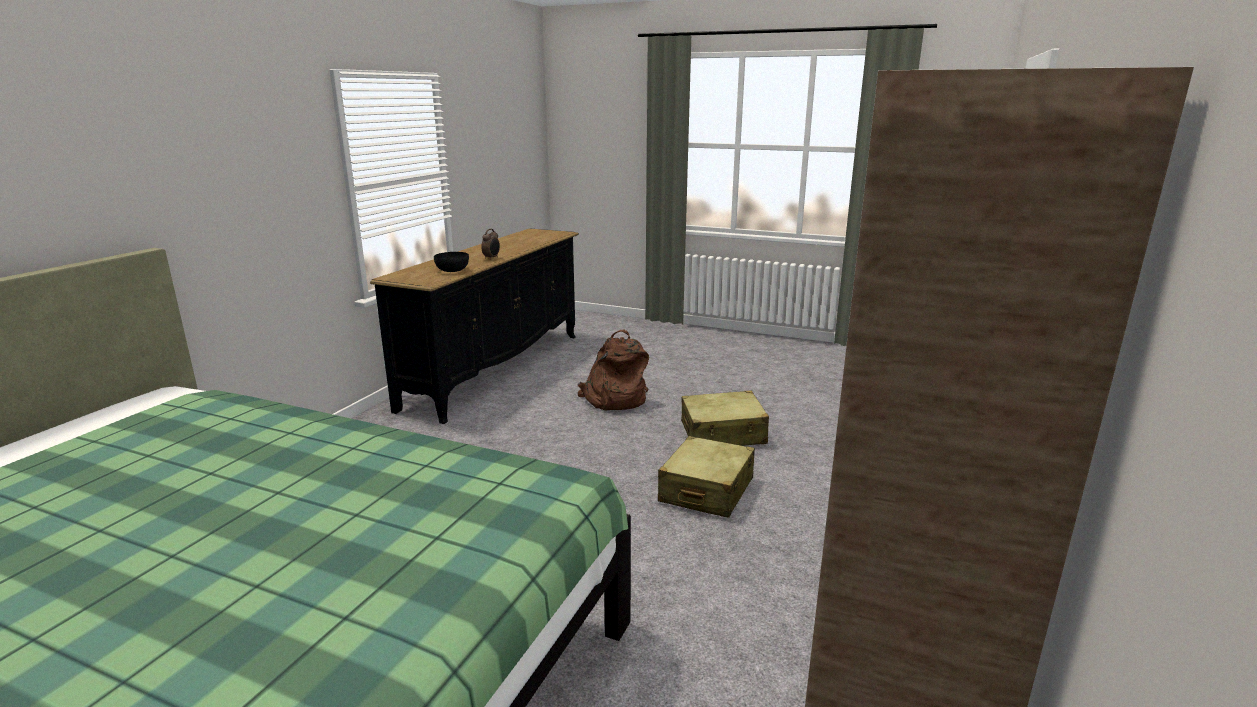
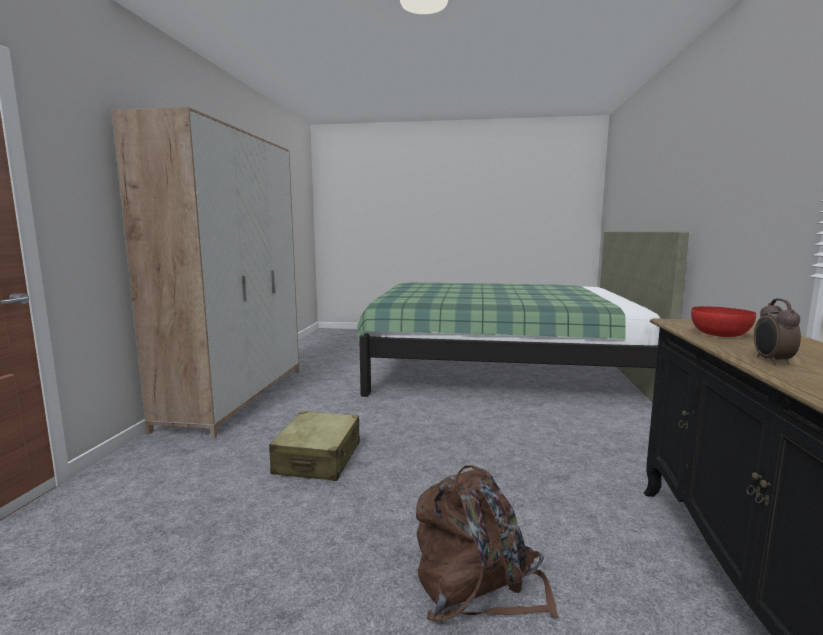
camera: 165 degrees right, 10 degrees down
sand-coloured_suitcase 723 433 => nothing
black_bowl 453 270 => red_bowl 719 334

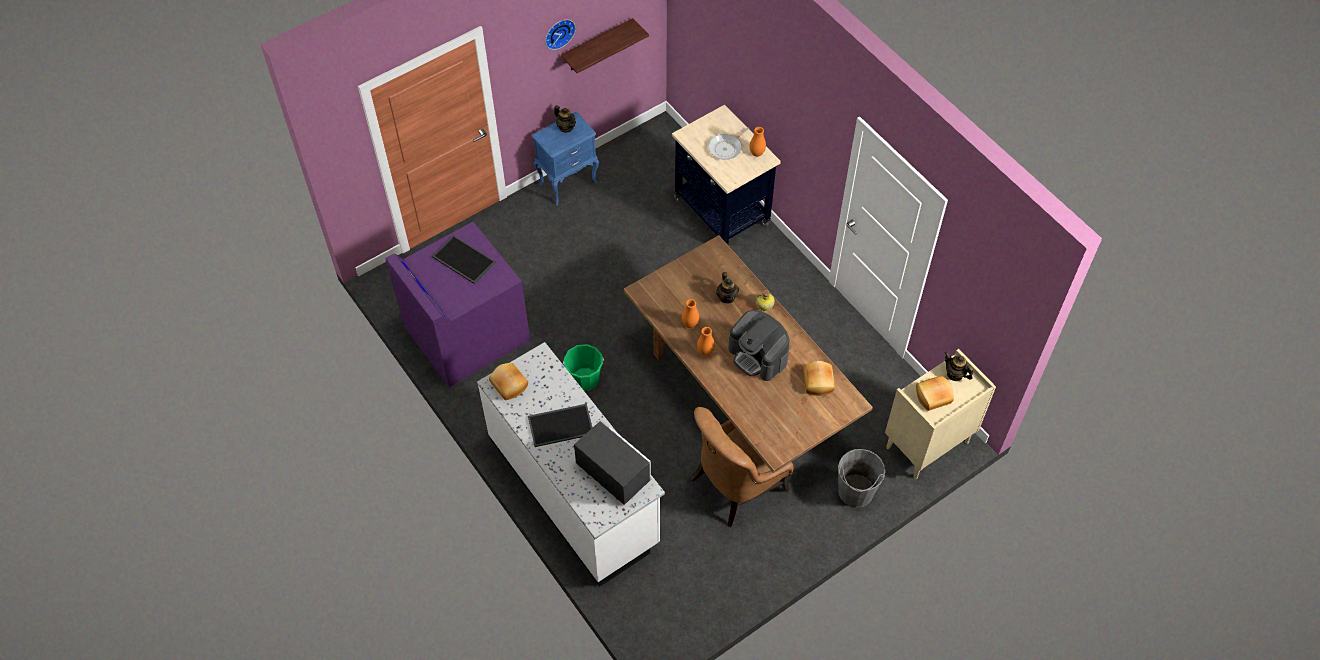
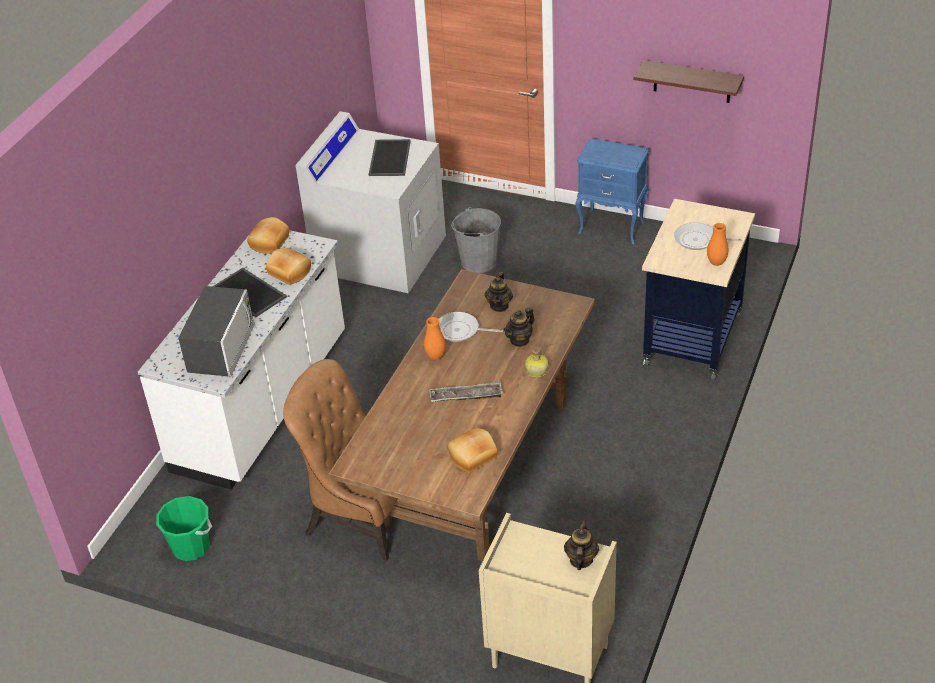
camera: 60 degrees right, 15 degrees down
clock_on_the_wall 558 32 => nothing
pot_for_tea 566 127 => pot_for_tea 499 305, moved
green_water_bucket 585 379 => green_water_bucket 191 547, moved
greyish_water_bucket 855 491 => greyish_water_bucket 478 261, moved
bread 933 397 => bread 289 273, moved
orange_flower_vase 690 324 => pan 460 331
coffee_machine 758 355 => carrying_tray 466 396
purple-coloured_washing_machine 467 332 => white_washing_machine 381 253

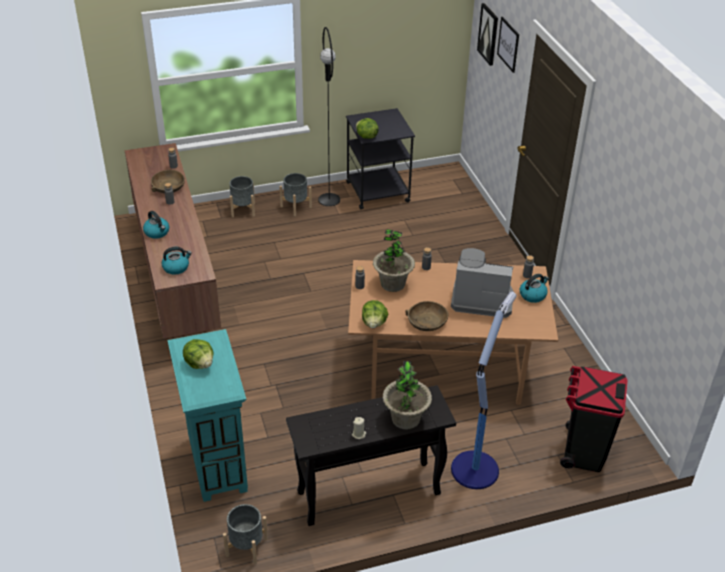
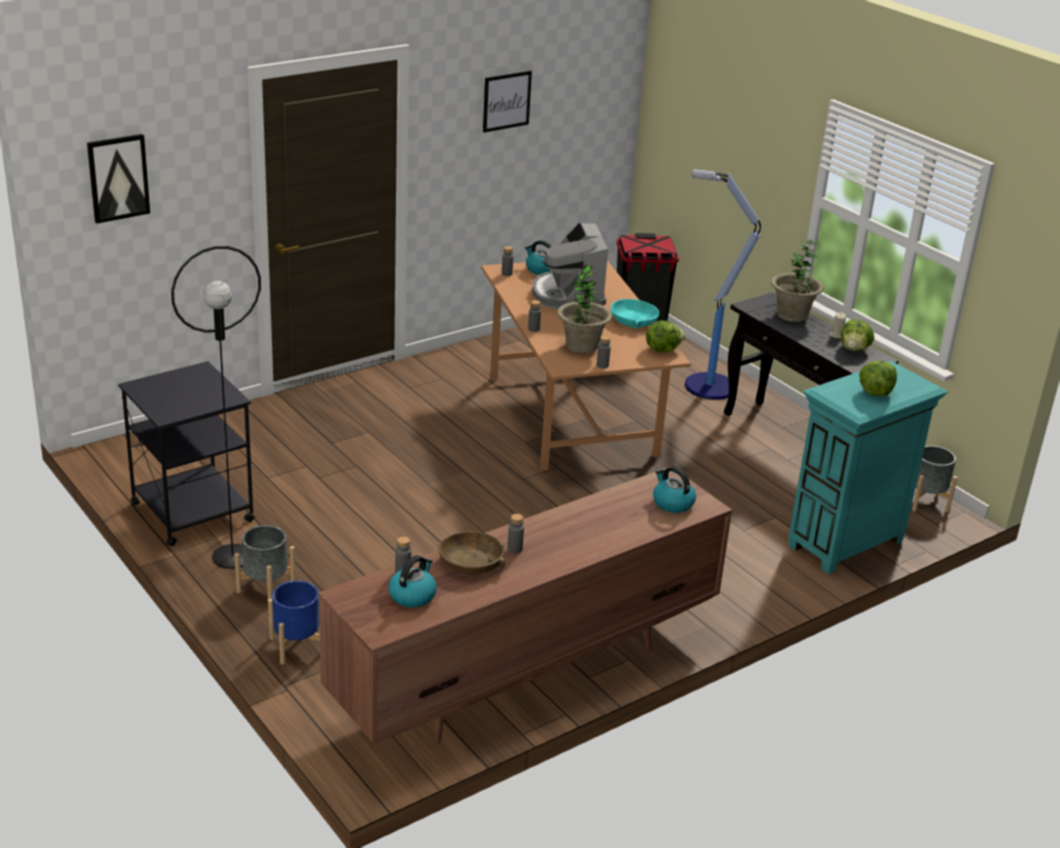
camera: 110 degrees left, 10 degrees down
kettle 157 232 => kettle 412 595, moved
lettuce 366 137 => lettuce 854 349, moved
wall_picture 508 44 => wall_picture 506 101, moved
greyish_flower_pot 243 210 => blue-coloured_flower_pot 297 646
brown-coloured_bowl 427 322 => turquoise-coloured_bowl 634 321

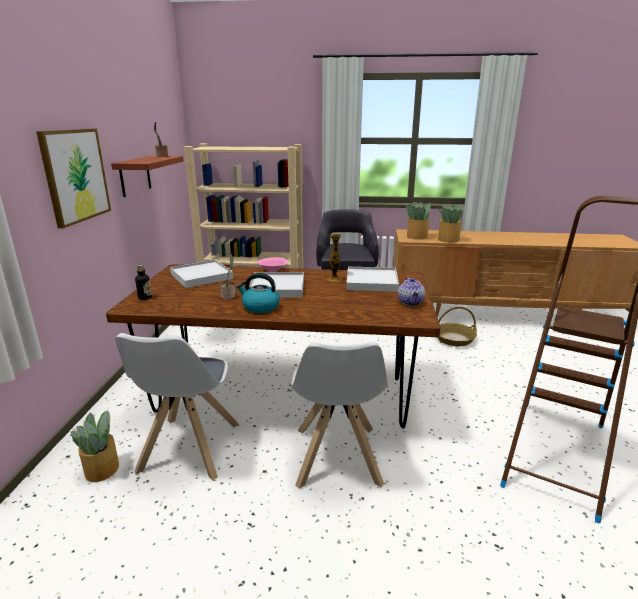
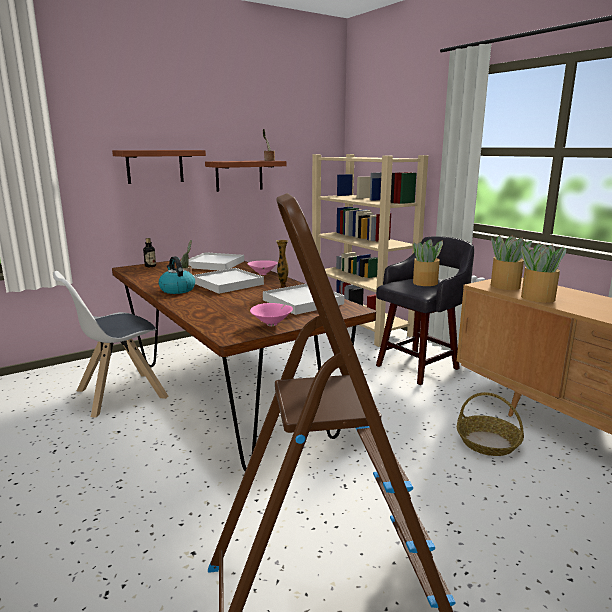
camera: 50 degrees right, 5 degrees down
plain_chair 337 458 => nothing
potted_plant 103 469 => potted_plant 426 283, moved
wall_picture 75 175 => bracket_shelf 155 166
pot_for_tea 411 302 => pink-coloured_bowl 272 324

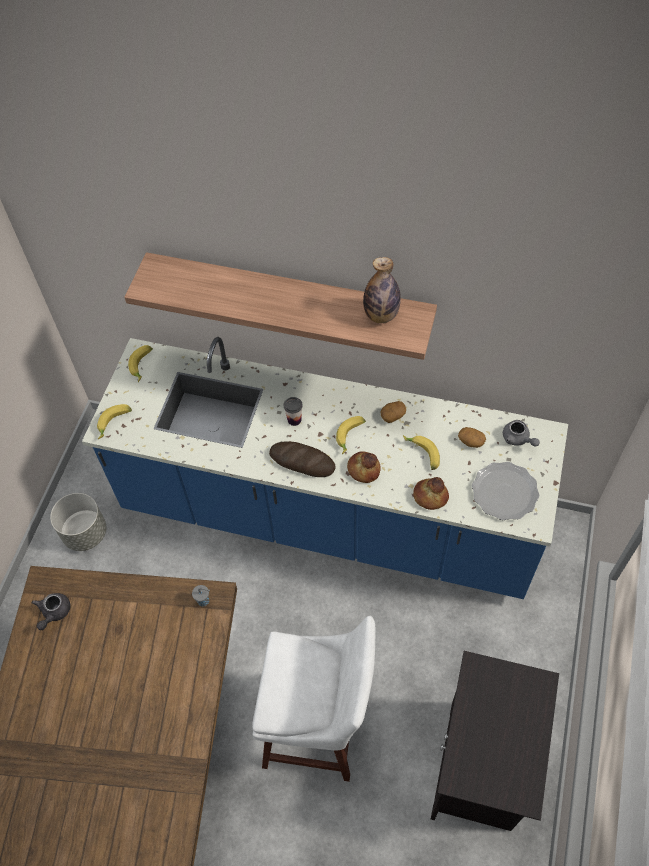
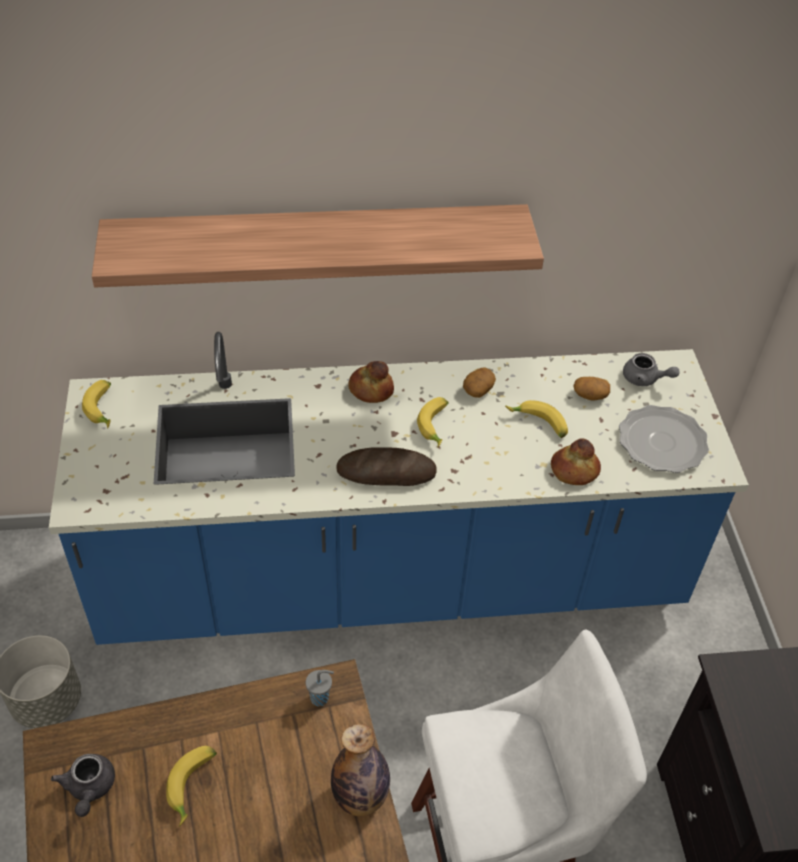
camera: 25 degrees left, 10 degrees down
small_cup 294 419 => nothing
banana_fruit 114 423 => banana_fruit 194 786, moved
bread 363 469 => bread 370 390, moved
drink_bottle 381 315 => drink_bottle 360 796, moved

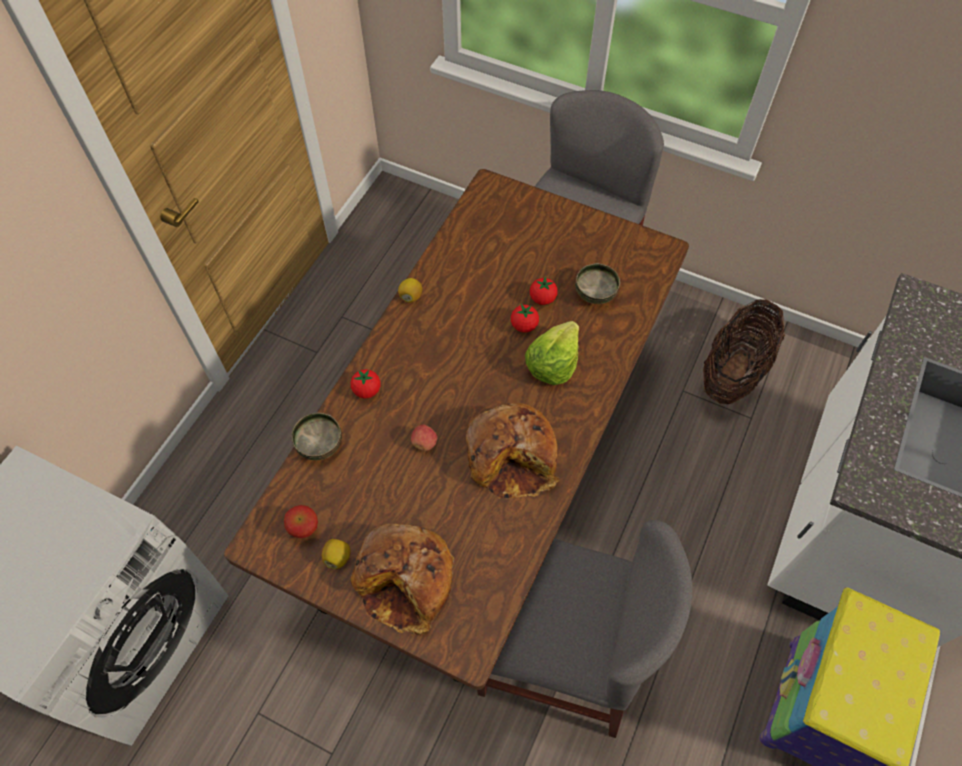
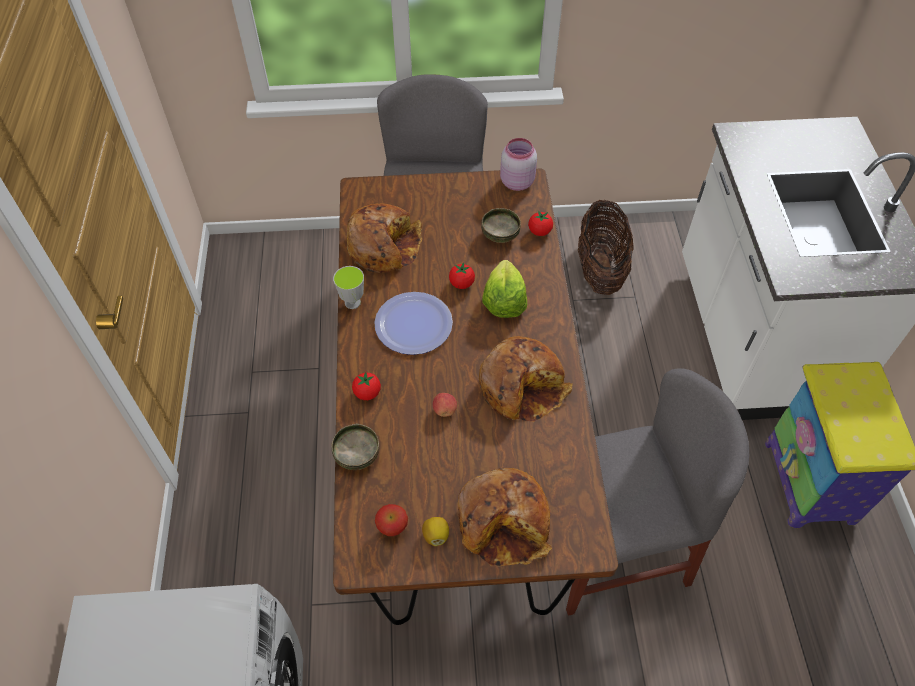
camera: 30 degrees left, 5 degrees down
nothing => bread 384 246
nothing => dinner_plate 413 324
nothing => pink-coloured_preserve_jar 516 181
tomato 542 298 => tomato 539 231, moved
citrus_fruit 411 296 => small_cup 352 302

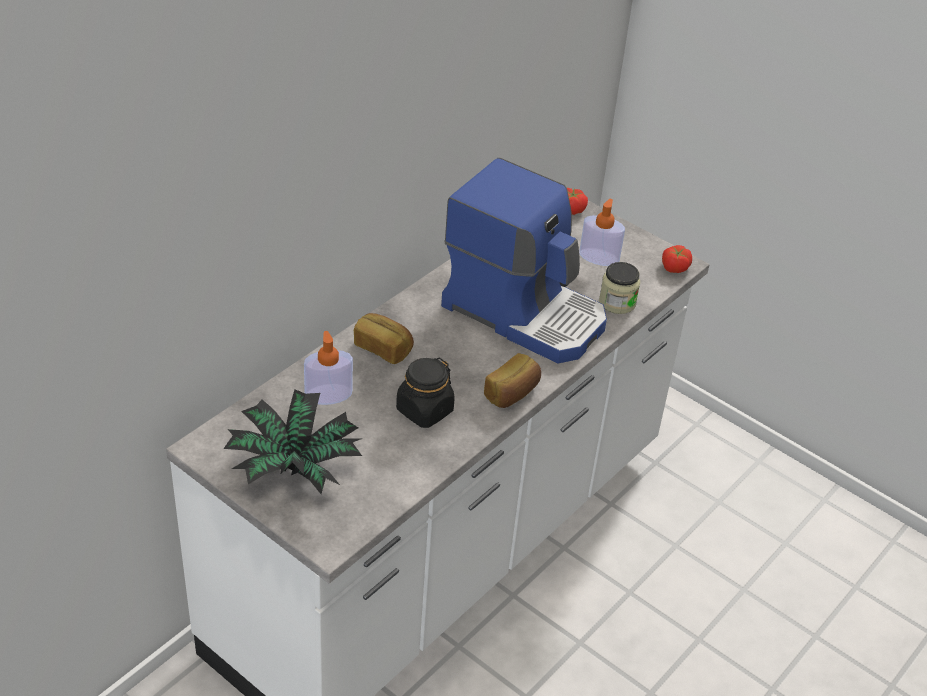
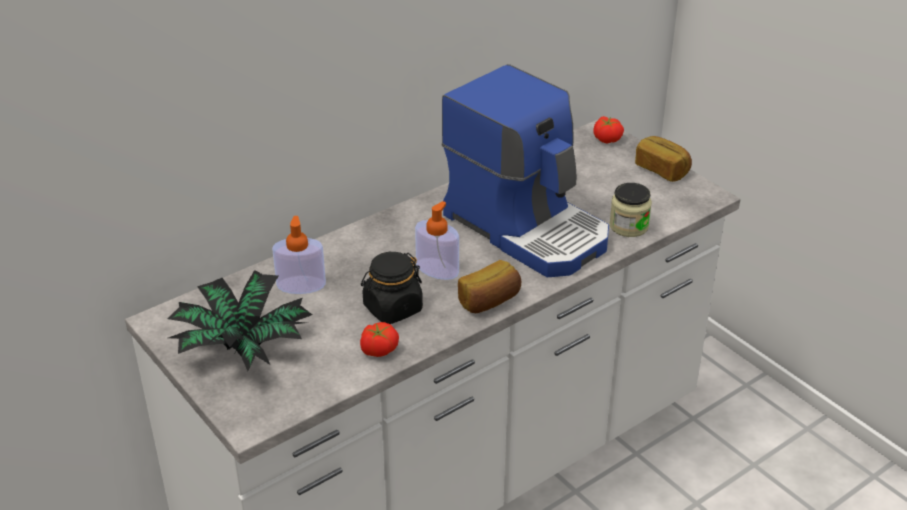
camera: 15 degrees right, 5 degrees down
bread 383 348 => bread 662 169, moved
soap_dispenser 599 257 => soap_dispenser 437 269, moved
tomato 674 267 => tomato 378 349, moved

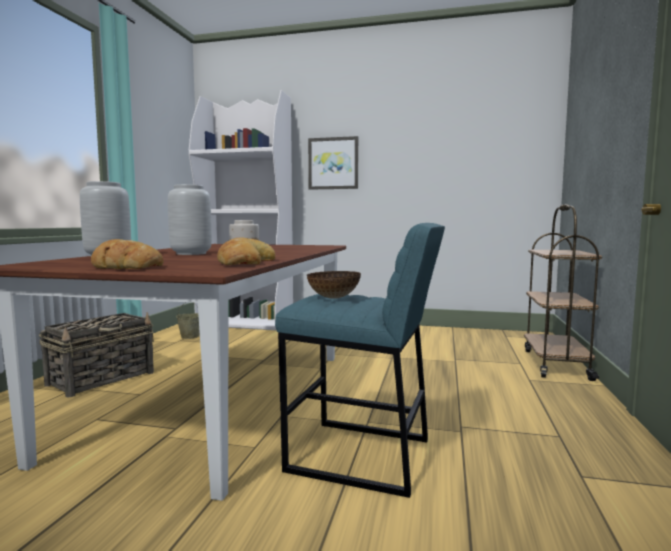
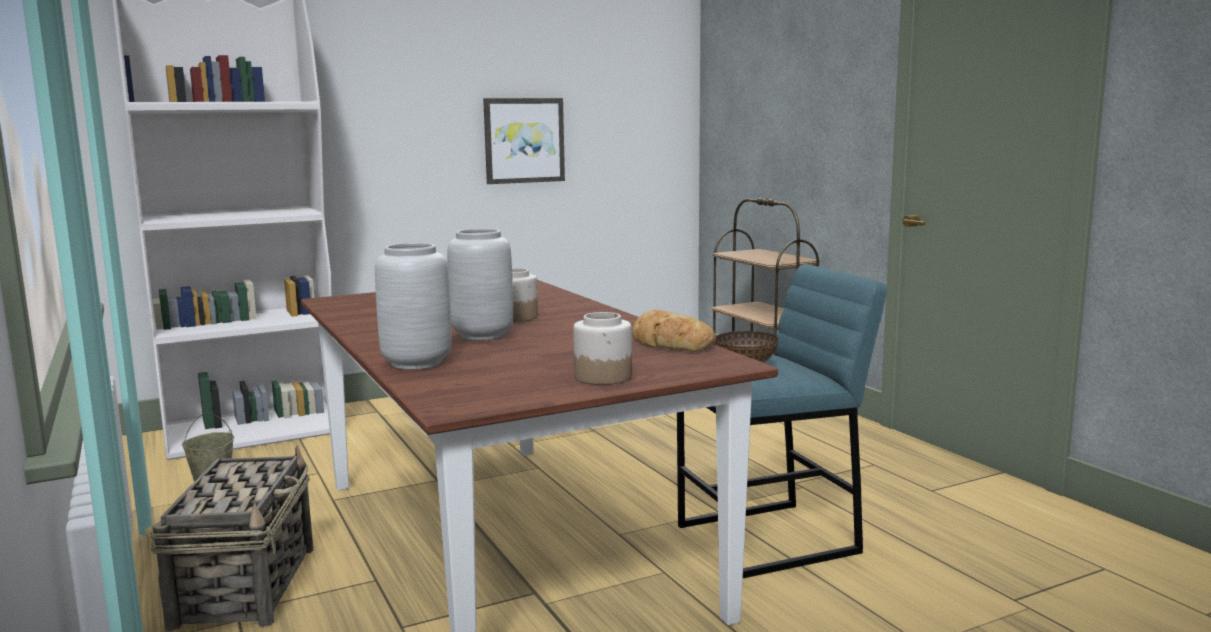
camera: 40 degrees left, 5 degrees up
wall_picture 333 163 => wall_picture 524 140, moved
bread 124 266 => preserve_jar 603 377

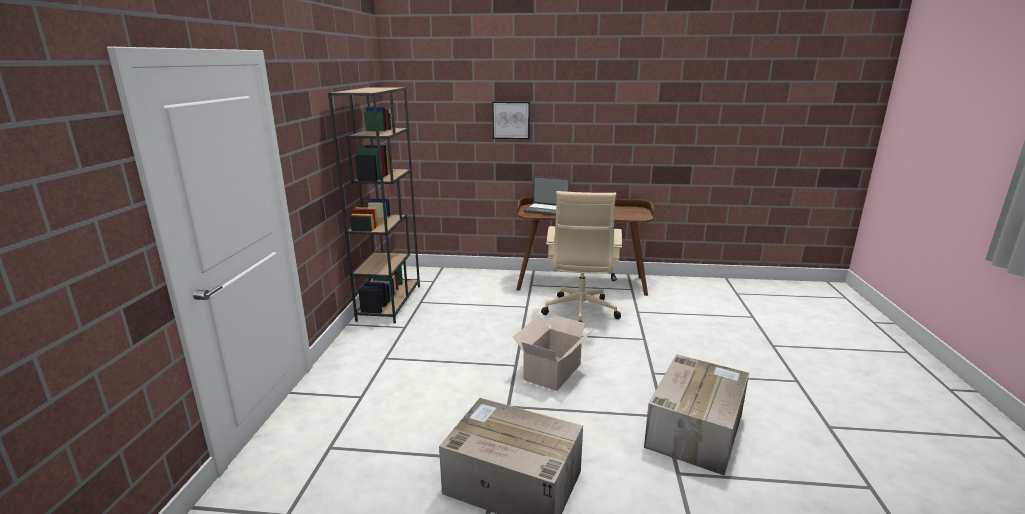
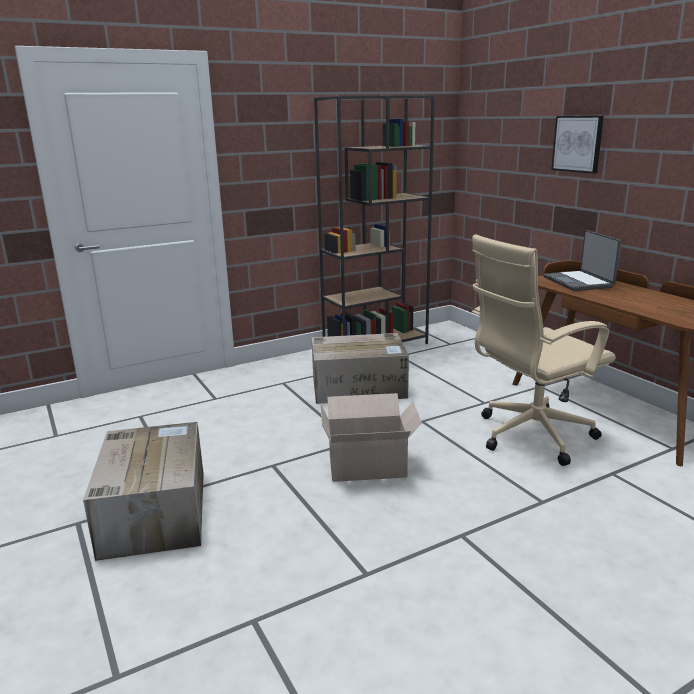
camera: 55 degrees right, 0 degrees up
carton 695 429 => carton 360 387, moved

